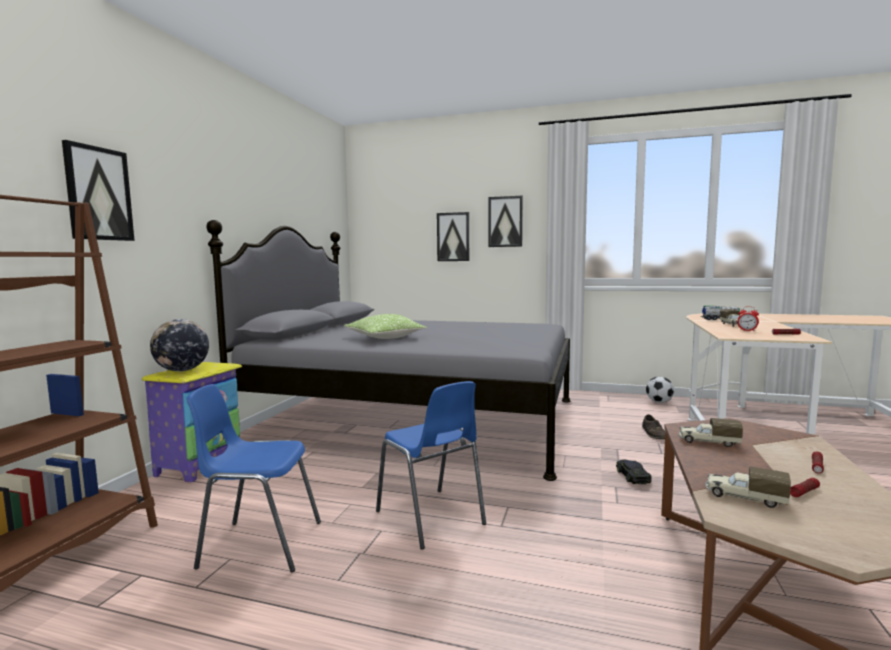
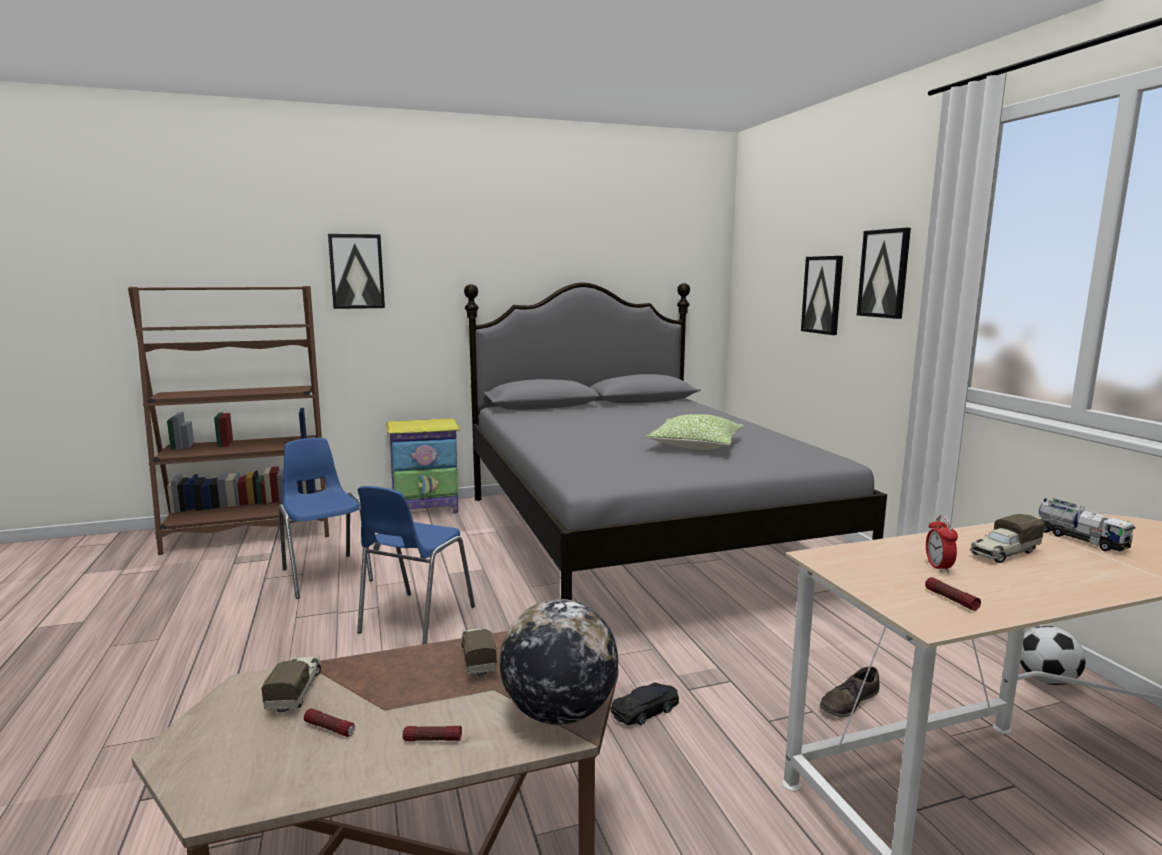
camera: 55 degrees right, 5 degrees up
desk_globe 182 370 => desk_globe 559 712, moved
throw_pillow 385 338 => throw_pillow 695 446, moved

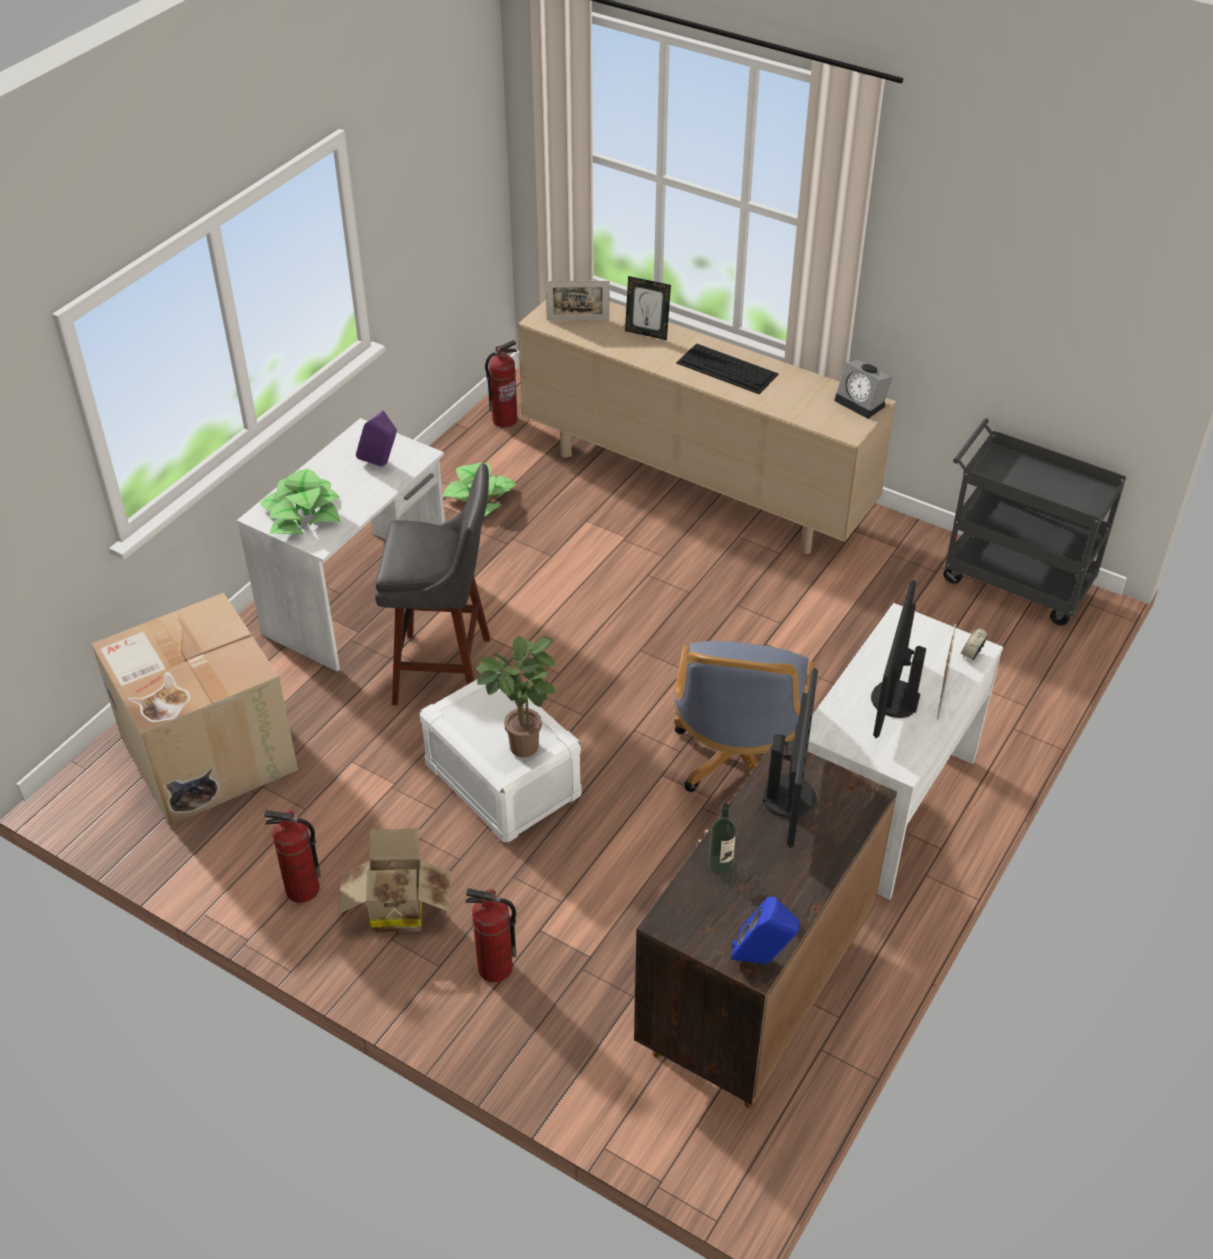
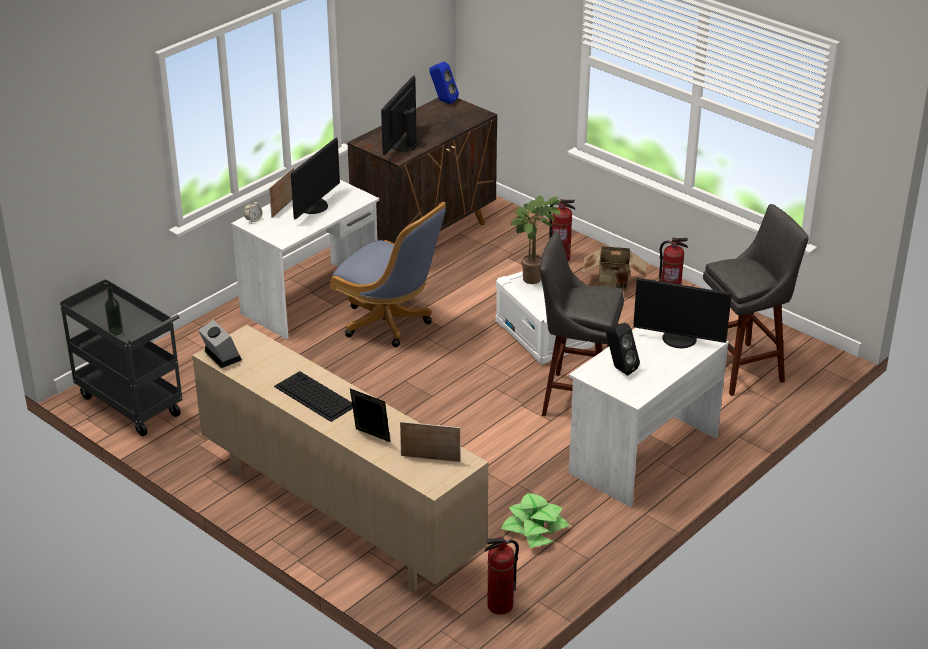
camera: 170 degrees left, 10 degrees down
drink_bottle 720 864 => drink_bottle 116 331, moved
carton 205 752 => greyish_sitting_stool 743 368
potted_plant 302 514 => computer_display 679 339
purple-coloured_speaker 381 465 => black_speaker 619 368
blue-coloured_office_chair 735 767 => blue-coloured_office_chair 392 325, 105 degrees clockwise

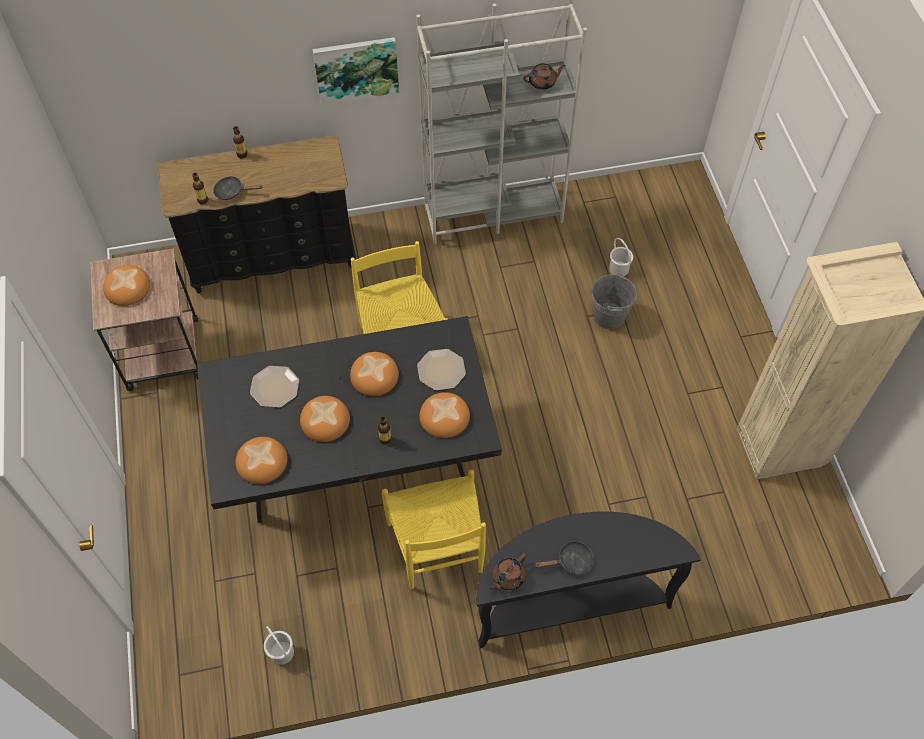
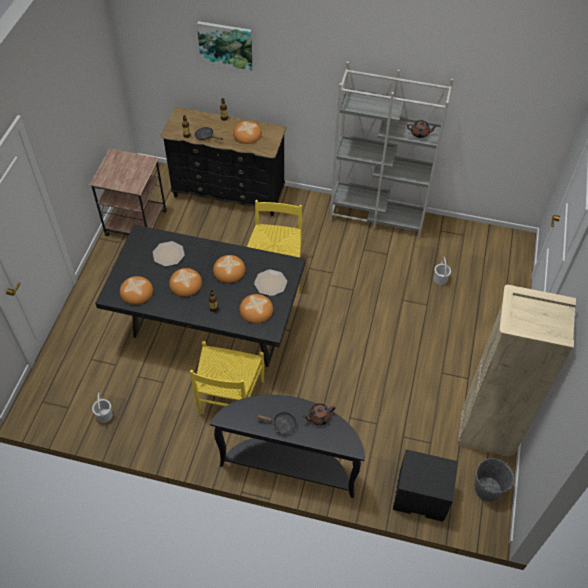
camera: 25 degrees right, 5 degrees down
nothing => black_nightstand 419 497
bread 127 287 => bread 247 134, moved
wall_picture 356 69 => wall_picture 226 45, moved
brown-coloured_pot_for_tea 508 577 => brown-coloured_pot_for_tea 318 417, moved
greyish_water_bucket 609 316 => greyish_water_bucket 488 489, moved

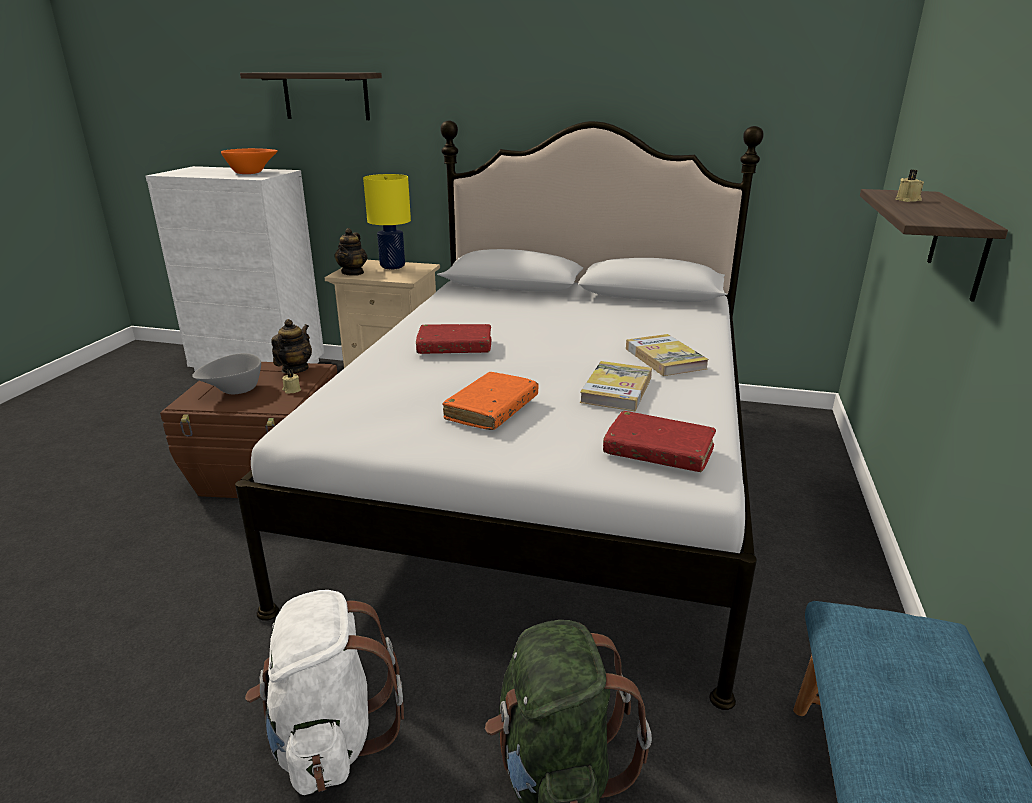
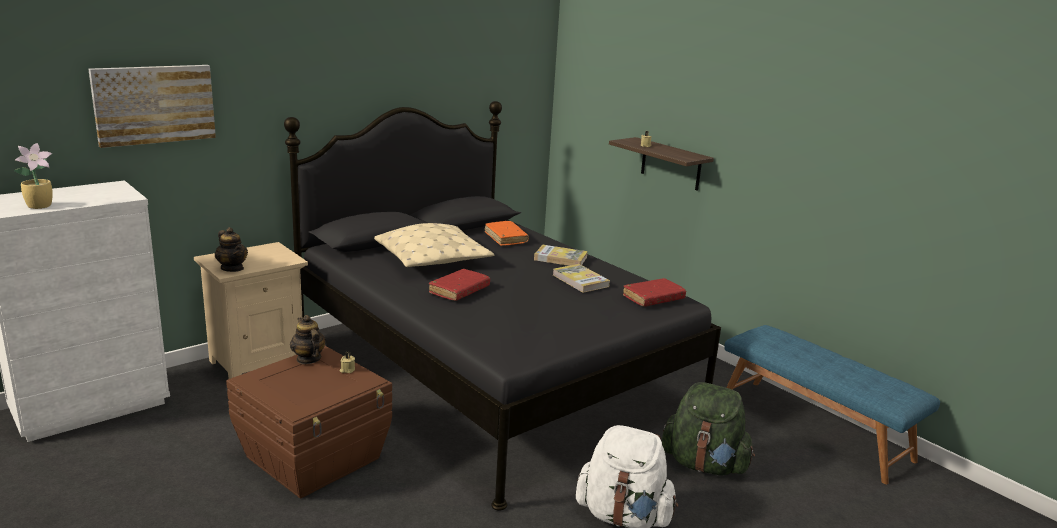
camera: 55 degrees left, 5 degrees down
greyish_bowl 233 391 => nothing
orange_bowl 252 173 => nothing
yellowish_lamp_for_a_table 392 268 => nothing
nothing => potted_plant 41 206
nothing => sand-coloured_throw_pillow 433 260
orange_book 491 410 => orange_book 506 238, moved
bracket_shelf 326 96 => wall_picture 154 104
white_sleeping_bed 545 484 => black_sleeping_bed 491 373

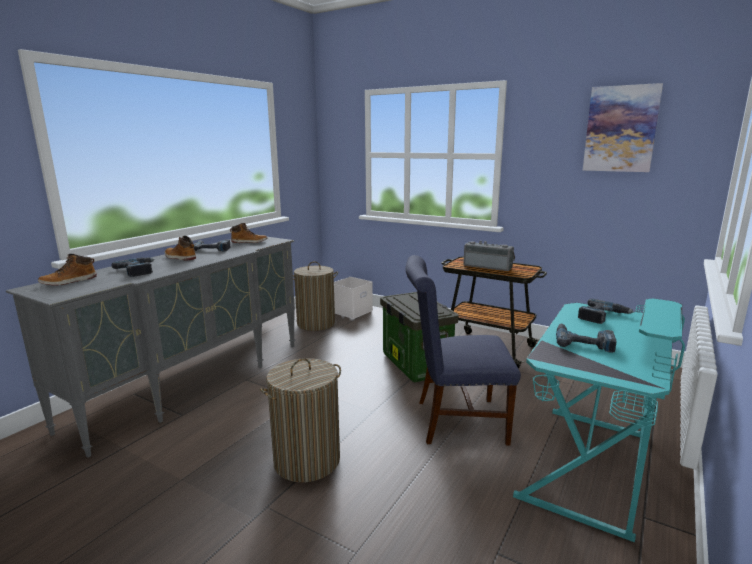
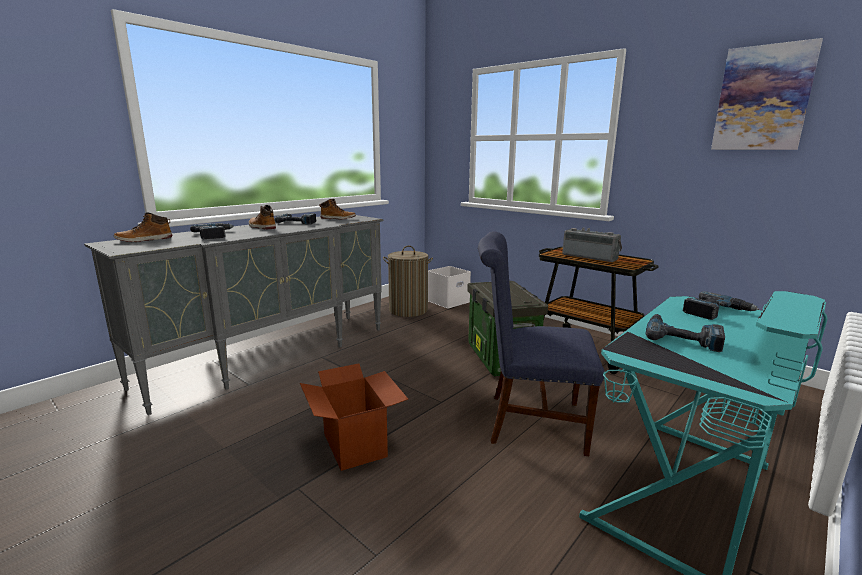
camera: 10 degrees right, 0 degrees up
laundry_basket 307 460 => carton 355 444

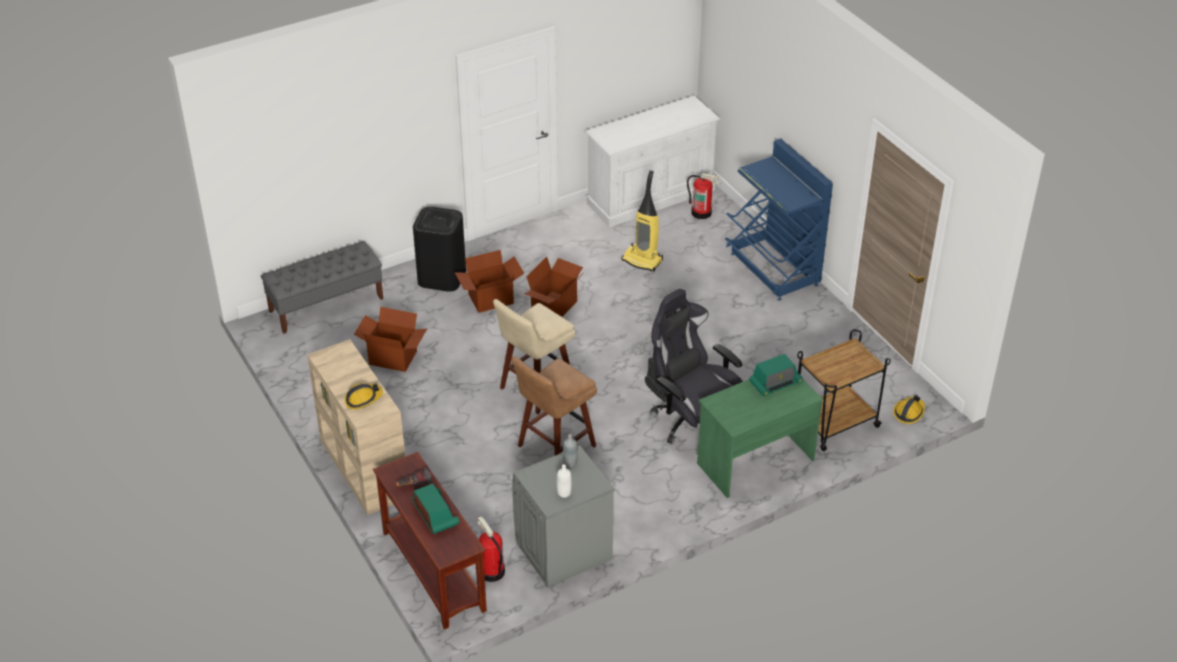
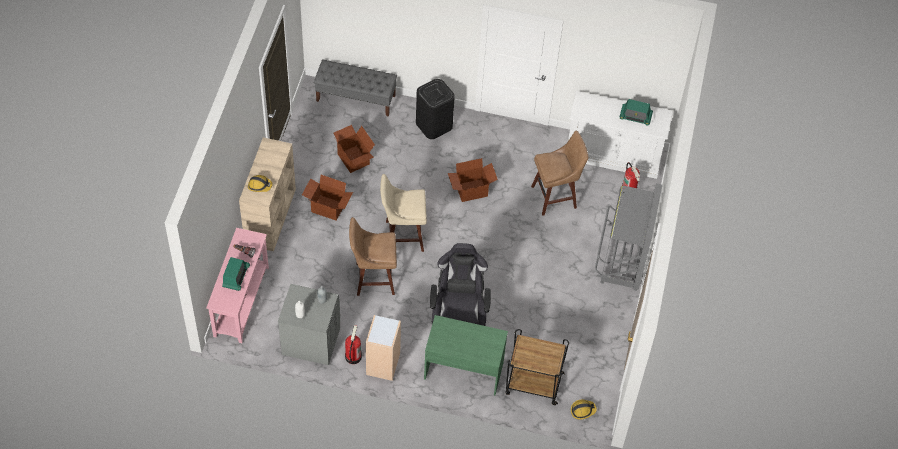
camera: 40 degrees right, 15 degrees up
nothing => bookshelf 382 364
carton 491 299 => carton 328 208, moved
extinguisher 491 572 => extinguisher 353 356, moved
radio 775 383 => radio 635 116, moved
hoover 643 260 => brown-coloured_sitting_stool 555 196
brown-coloured_console_table 433 571 => pink-coloured_console_table 241 301
blue-coloured_shoe_rack 771 270 => greyish_shoe_rack 621 259

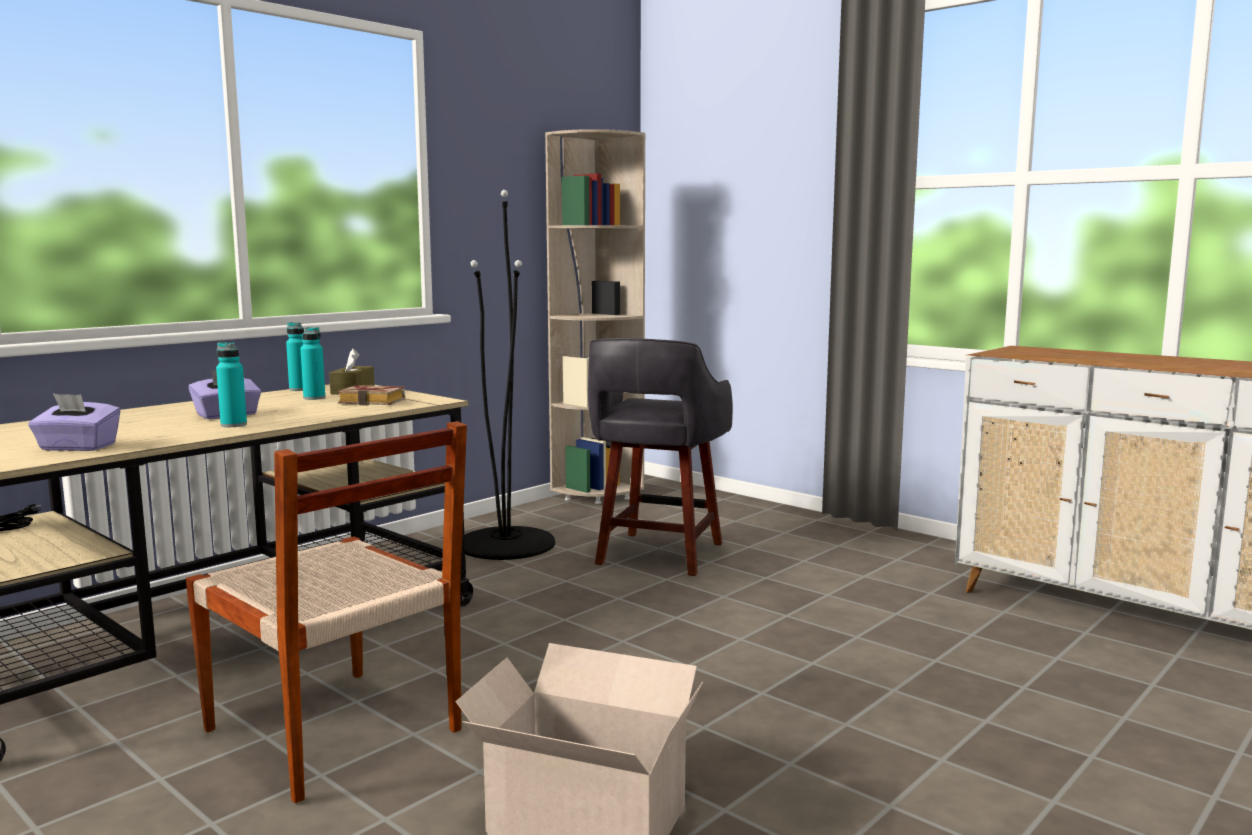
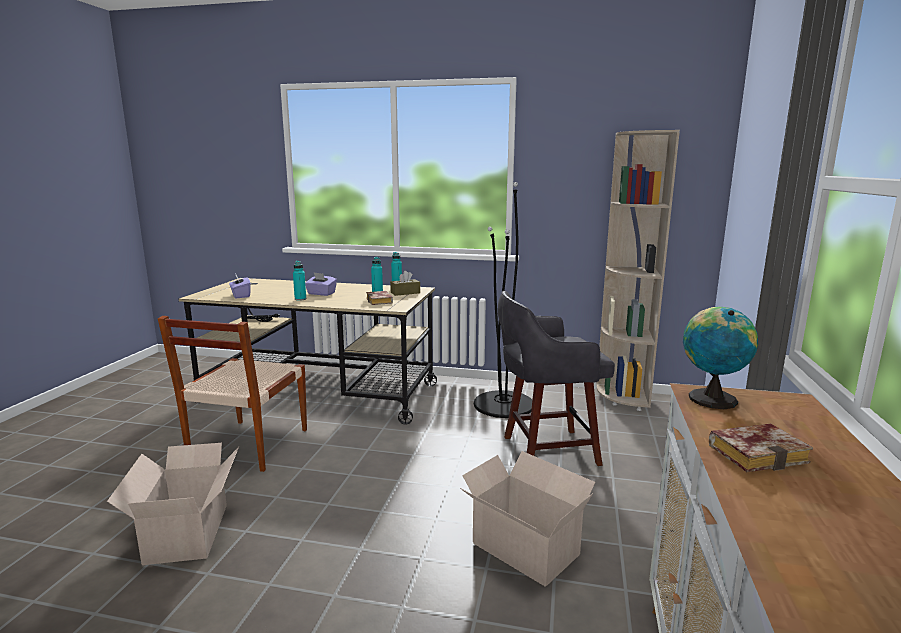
camera: 60 degrees right, 5 degrees up
nothing => carton 523 547
nothing => desk_globe 710 398
nothing => book 758 453

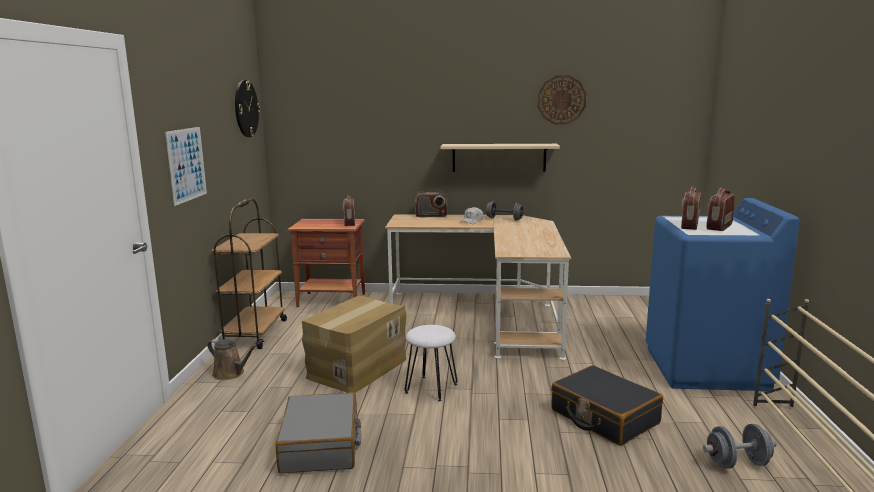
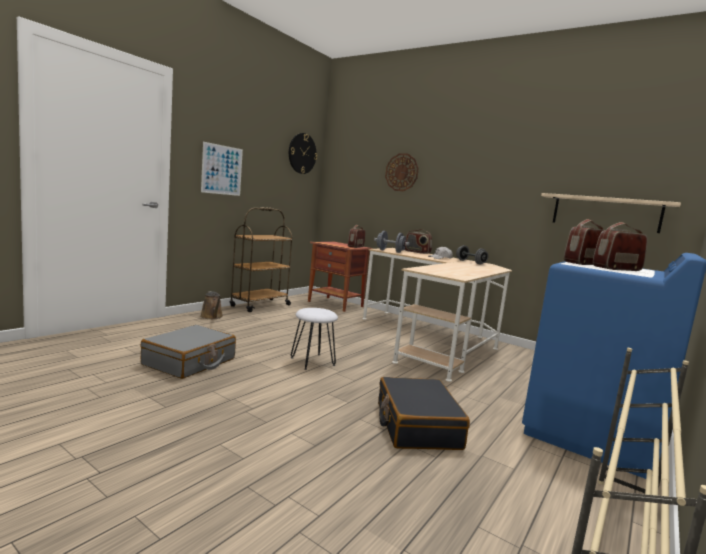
camera: 30 degrees right, 5 degrees down
carton 356 368 => nothing
sand-coloured_bracket_shelf 499 157 => sand-coloured_bracket_shelf 605 213, moved
clock_on_the_wall 561 100 => clock_on_the_wall 401 172, moved
greyish_hand_weight 737 463 => greyish_hand_weight 390 251, moved

